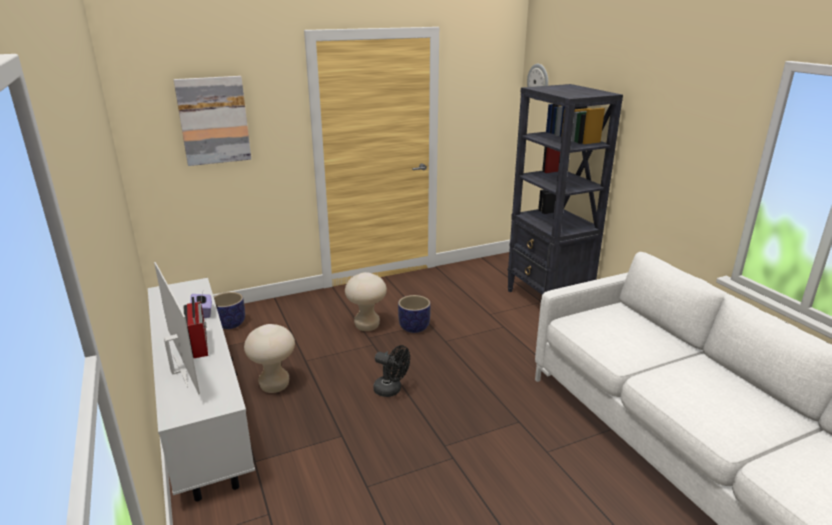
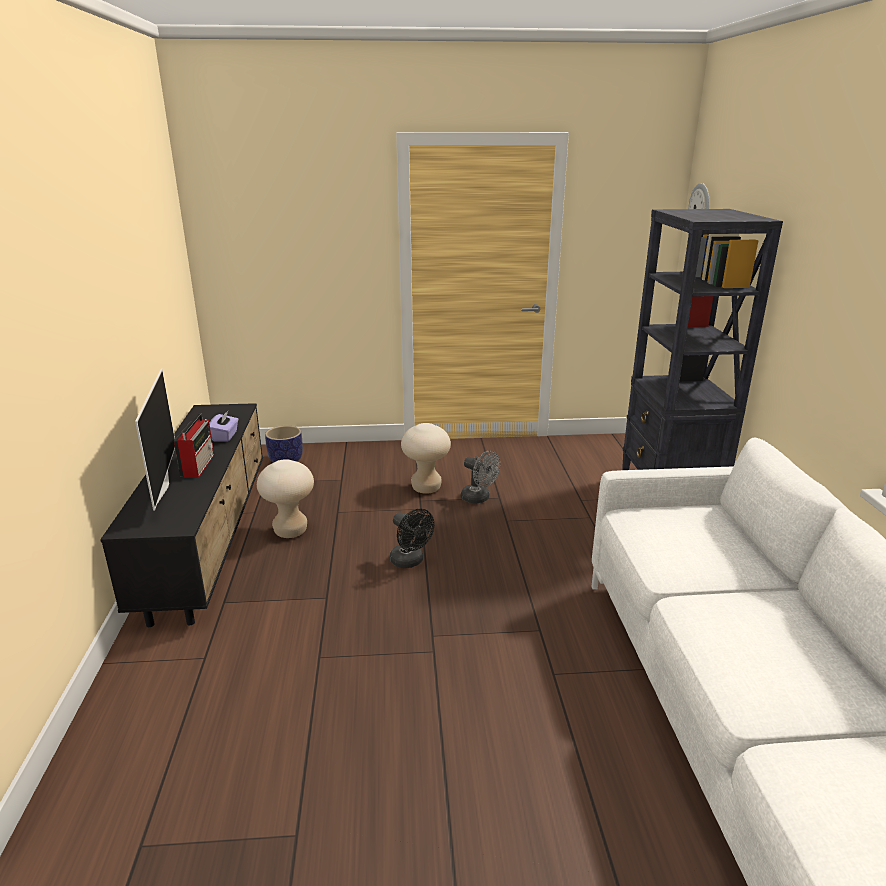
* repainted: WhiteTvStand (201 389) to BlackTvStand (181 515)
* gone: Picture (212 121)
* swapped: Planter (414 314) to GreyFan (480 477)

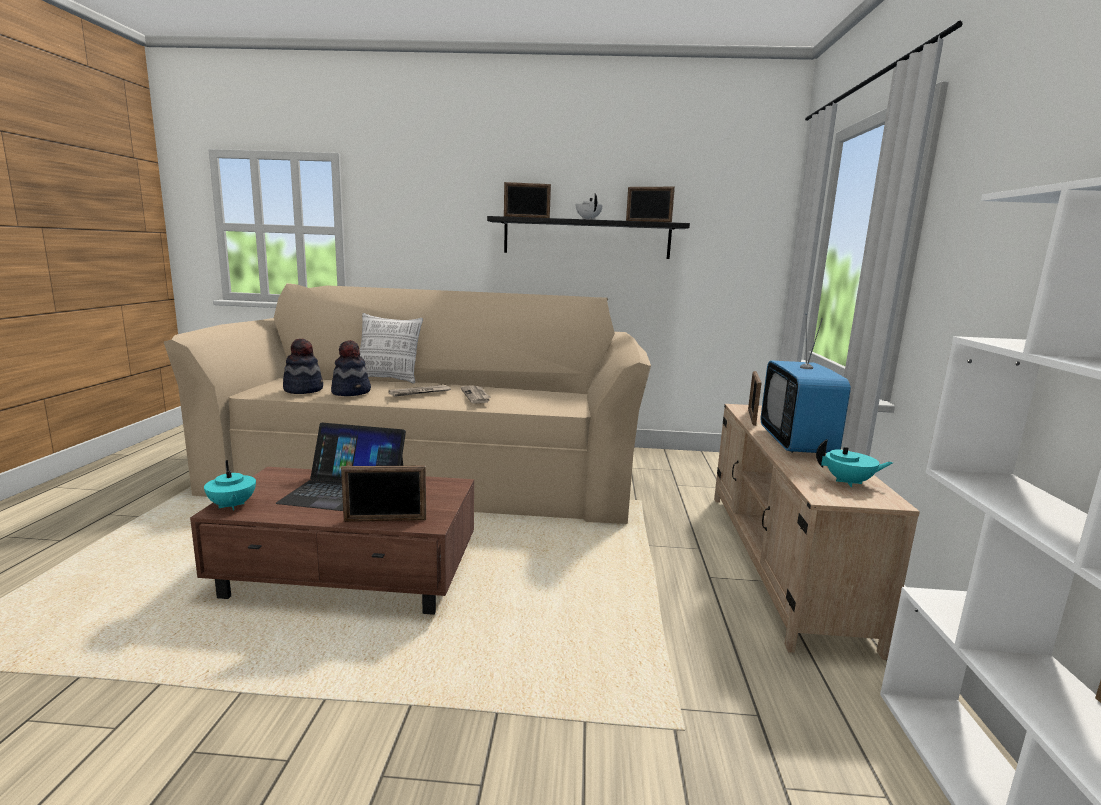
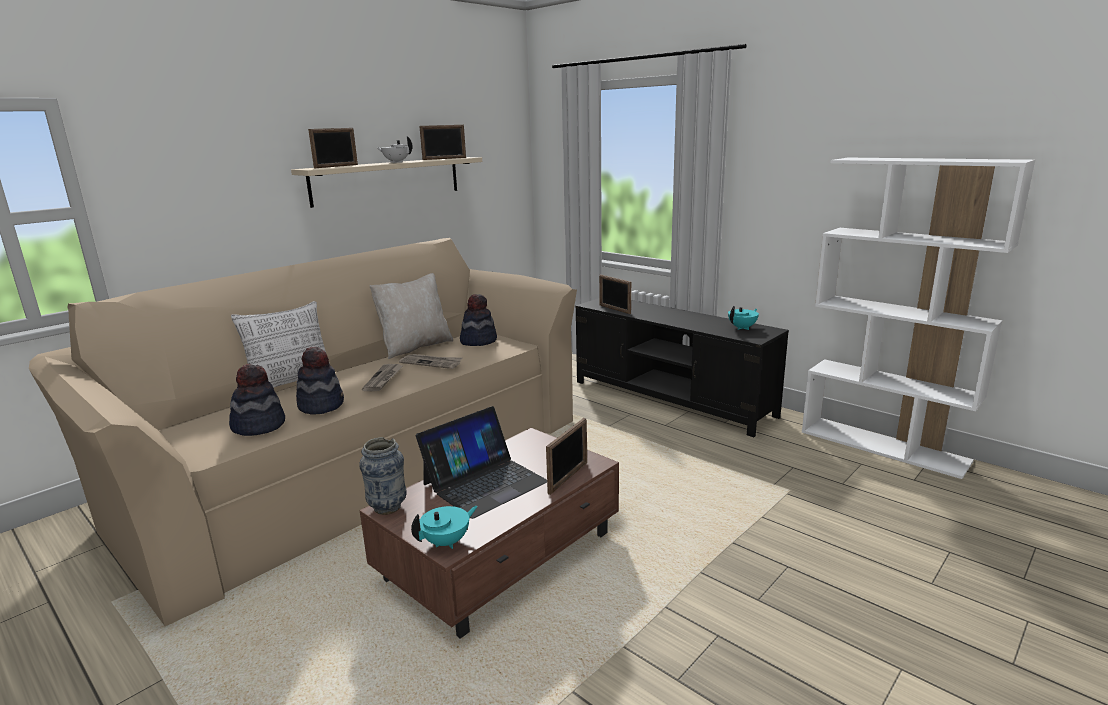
* rotated: TurquoiseTeapot (230 485) = (444 527) 45 degrees counterclockwise
* repainted: BlackShelf (588 237) to BeigeShelf (386 182)
* repainted: BeigeTvStand (817 532) to BlackTvStand (682 367)
* gone: Television (806 383)
* new: Vase (383 476)
* new: BeigePillow (411 316)
* new: Hat (478 320)

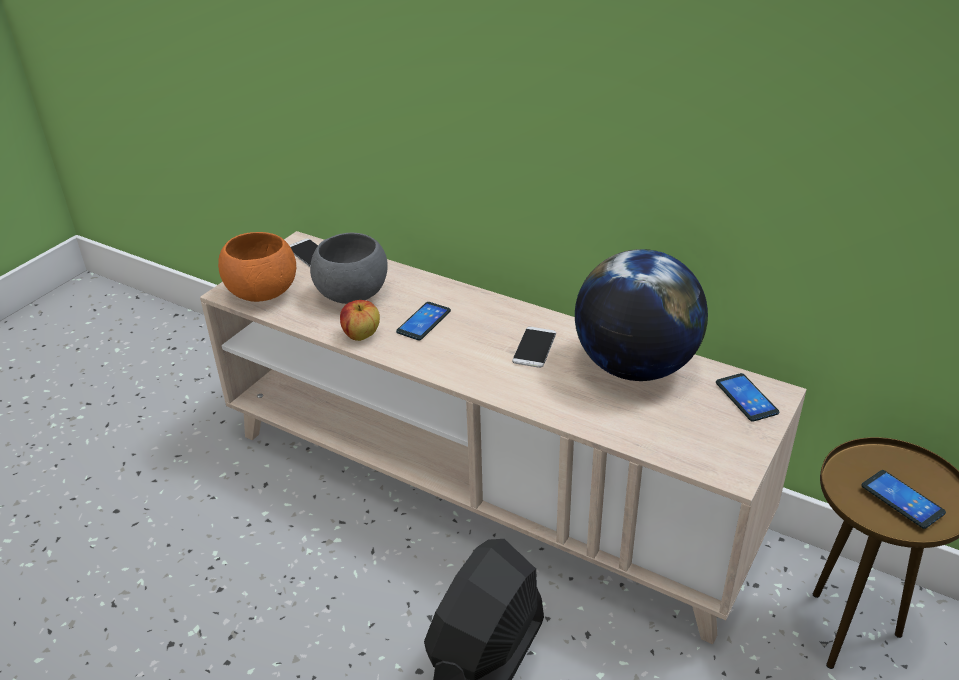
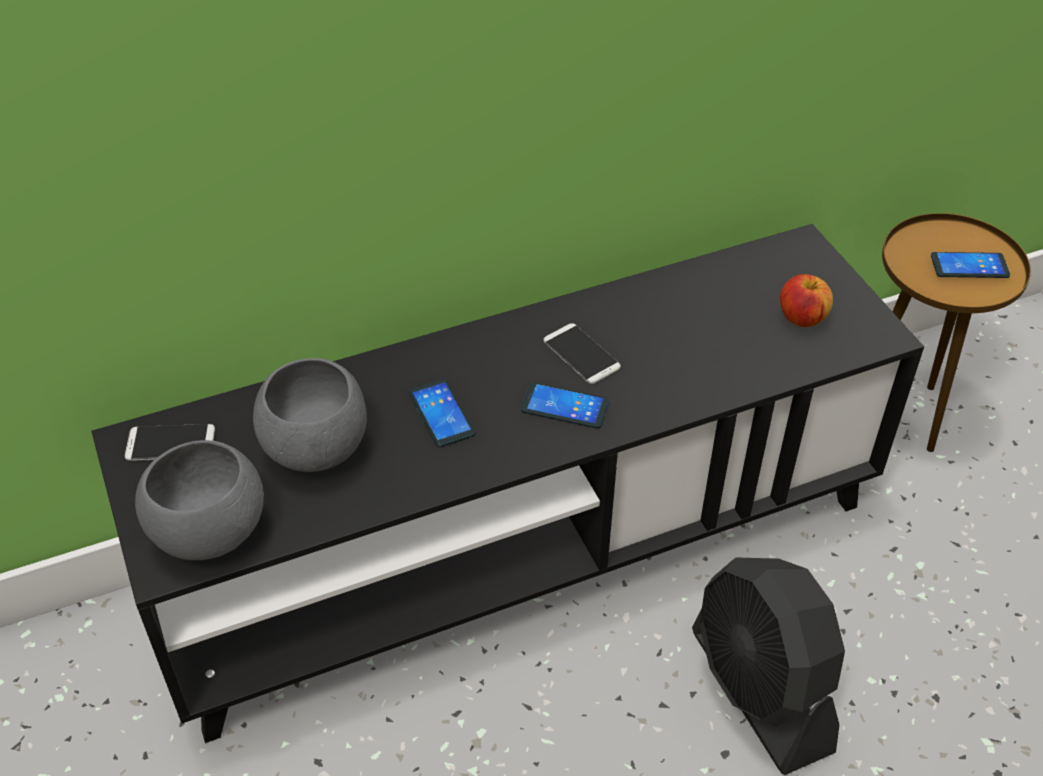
* repainted: BeigeTvStand (503 437) to BlackTvStand (507 483)
* repainted: OrangeBowl (257 267) to GreyBowl (199 500)
* shifted: Apple (360 320) to (806 300)
* gone: Globe (641 315)
* shifted: Phone (747 397) to (565 405)

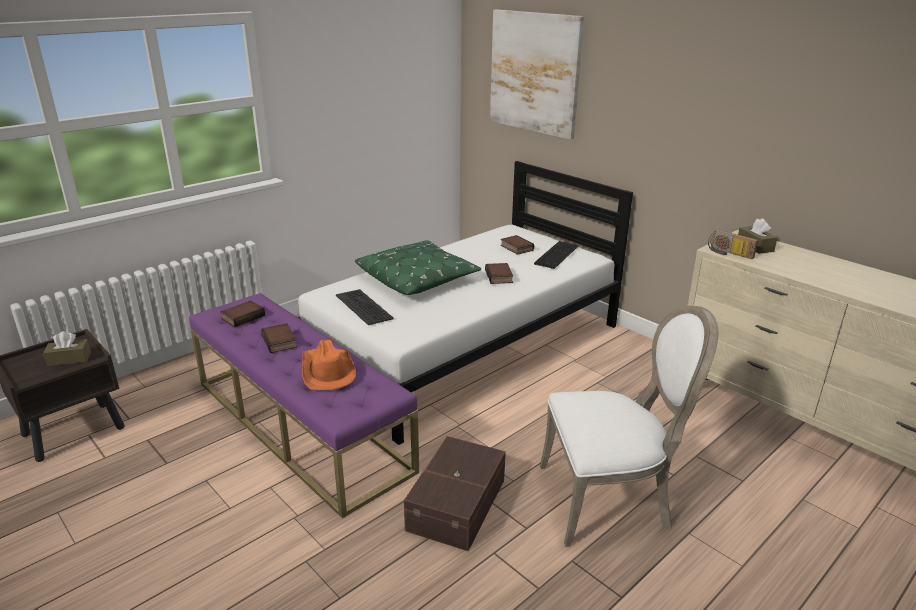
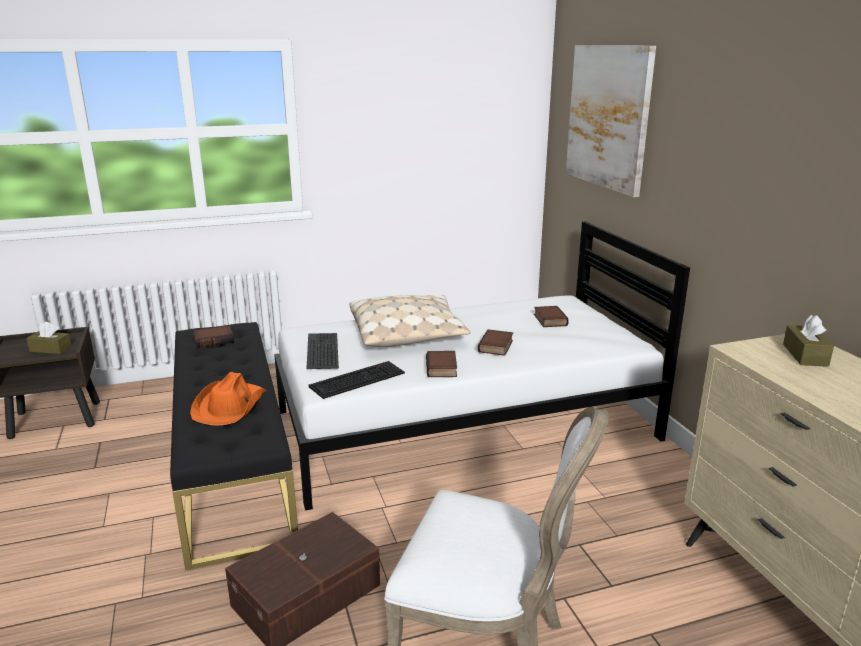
* repainted: PurpleBench (304 405) to BlackBench (234 446)
* shifted: Book (279 338) to (441 364)
* repainted: GreenPillow (418 267) to BeigePillow (410 321)
* shifted: Keyboard (556 255) to (356 380)
* gone: Radio (733 244)

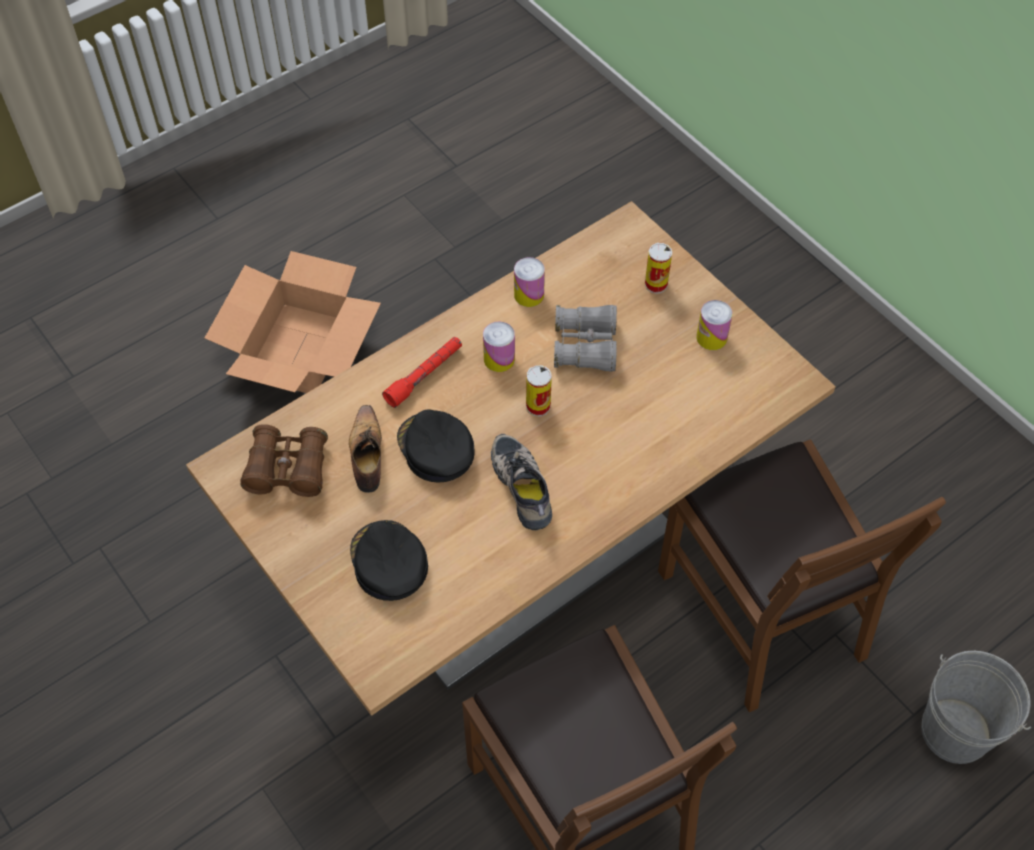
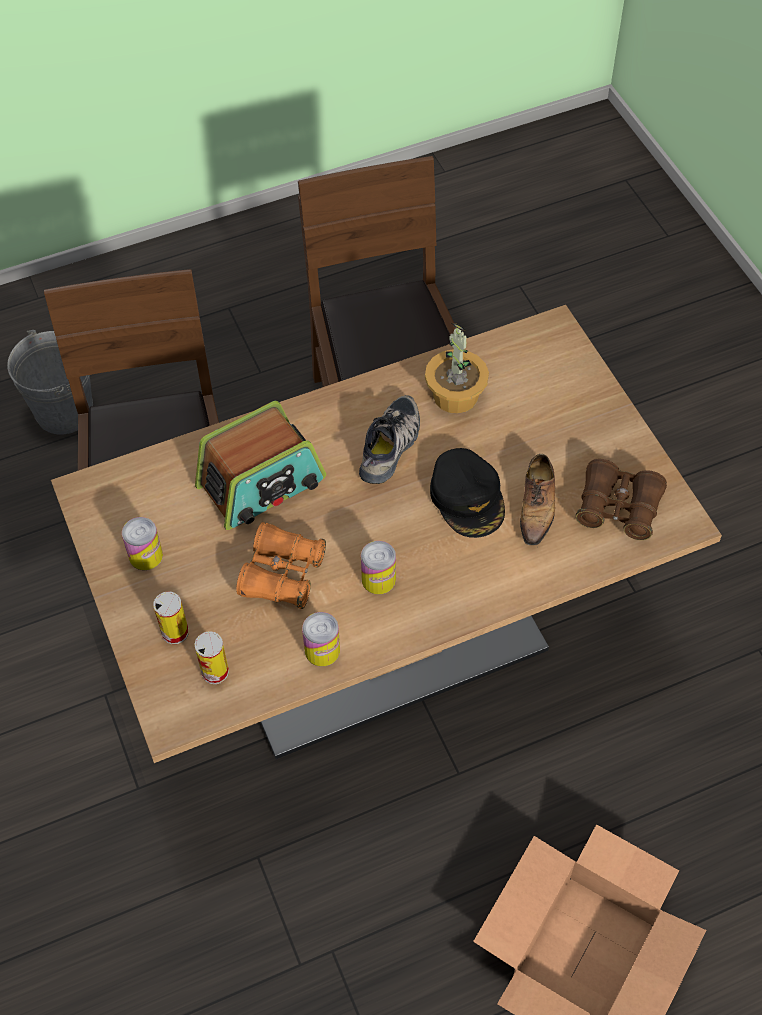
* gone: BlackCap (389 560)
* gone: RedFlashlight (422 372)
* rotated: Shoe (521 482) = (389 439) 150 degrees counterclockwise
* shifted: Can (539 391) to (211 657)
* repainted: GreyBinoculars (585 338) to OrangeBinoculars (281 565)
* new: Radio (260 465)
* new: PottedPlant (457 368)

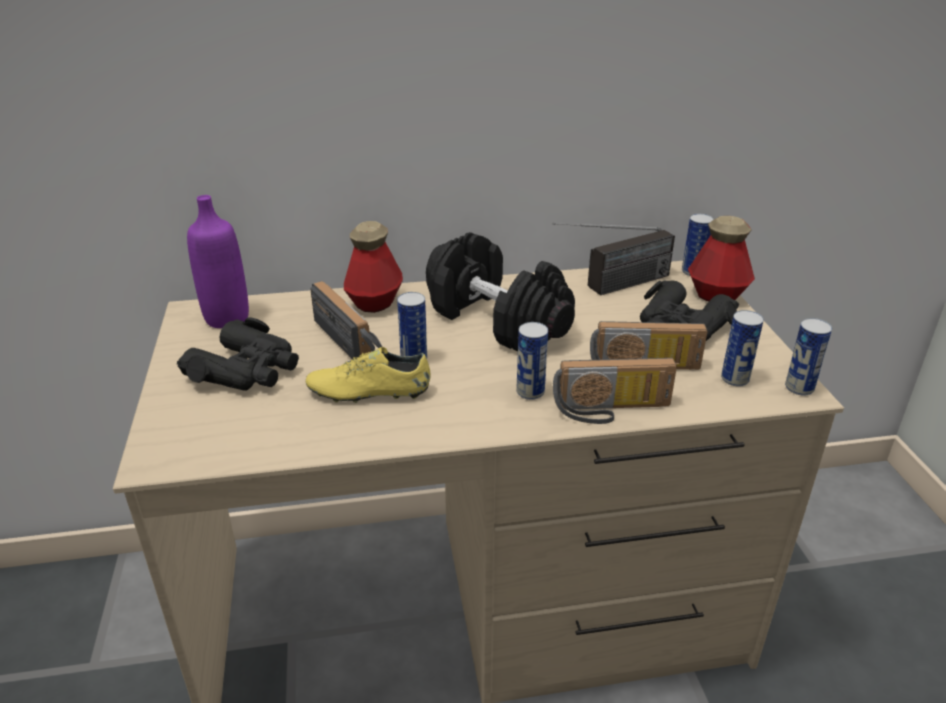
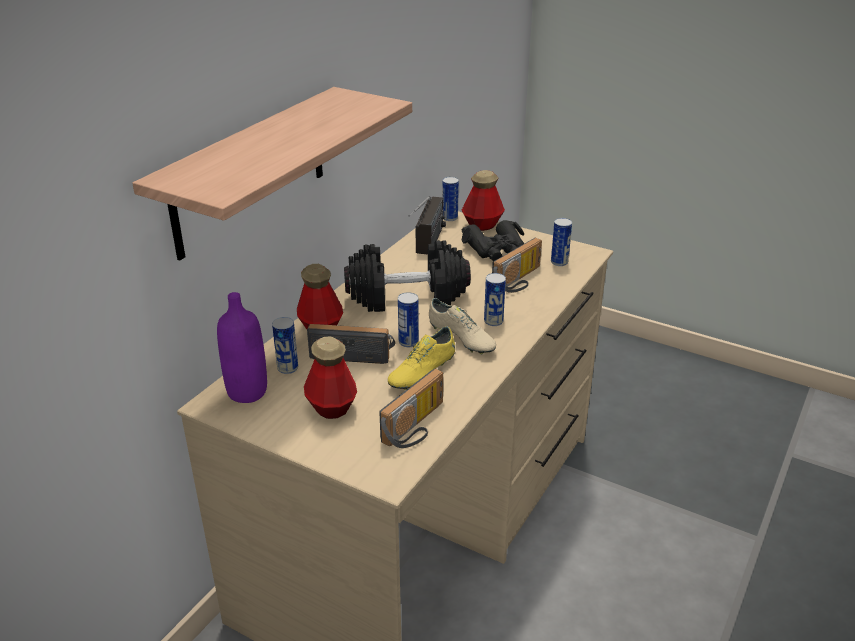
* swapped: BlackBinoculars (238 354) to Bottle (330 377)
* shifted: Radio (615 391) to (411 408)
* shifted: Can (808 356) to (285 345)
* new: Shelf (272 174)
* new: BeigeShoe (462 326)

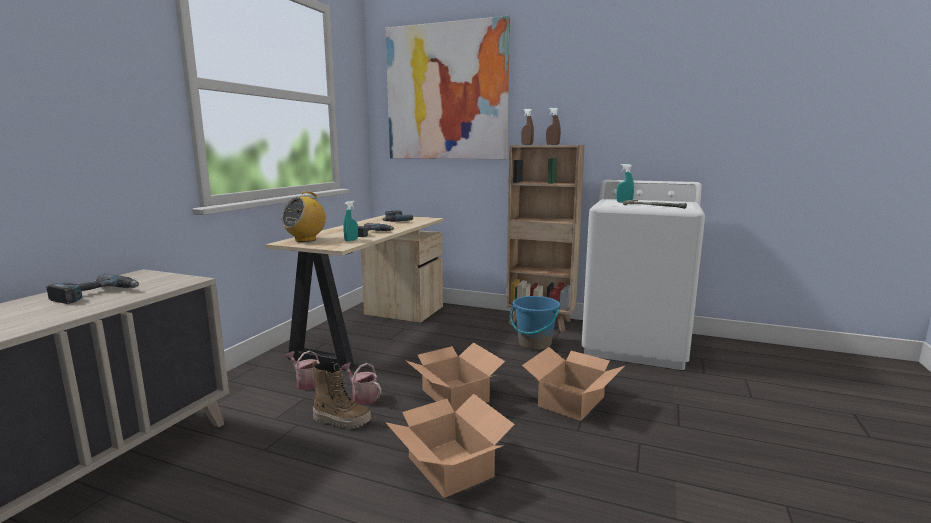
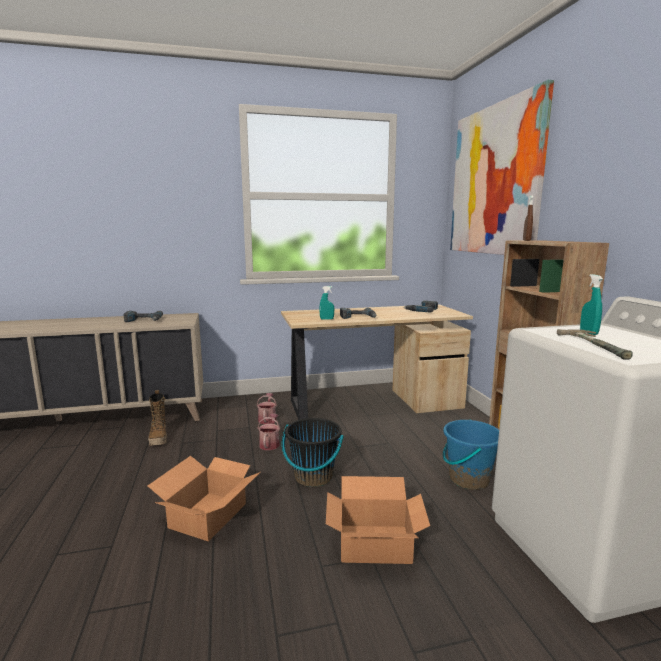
* gone: Radio (303 217)
* shifted: Boot (341 395) to (157 418)
* swapped: CardboardBox (455 377) to BlackBucket (313 452)
* gone: BrownSprayBottle (553 126)

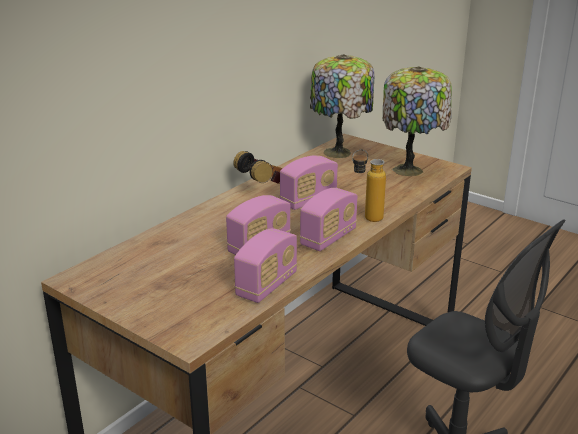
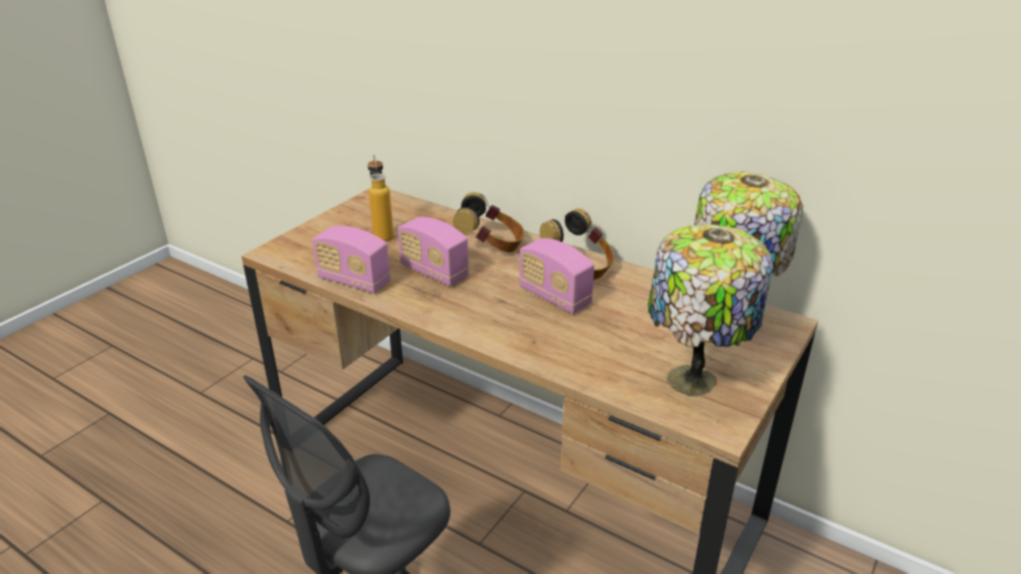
* gone: Radio (328 219)
* shifted: Bottle (369 185) to (381 198)
* new: Headphones (489 222)

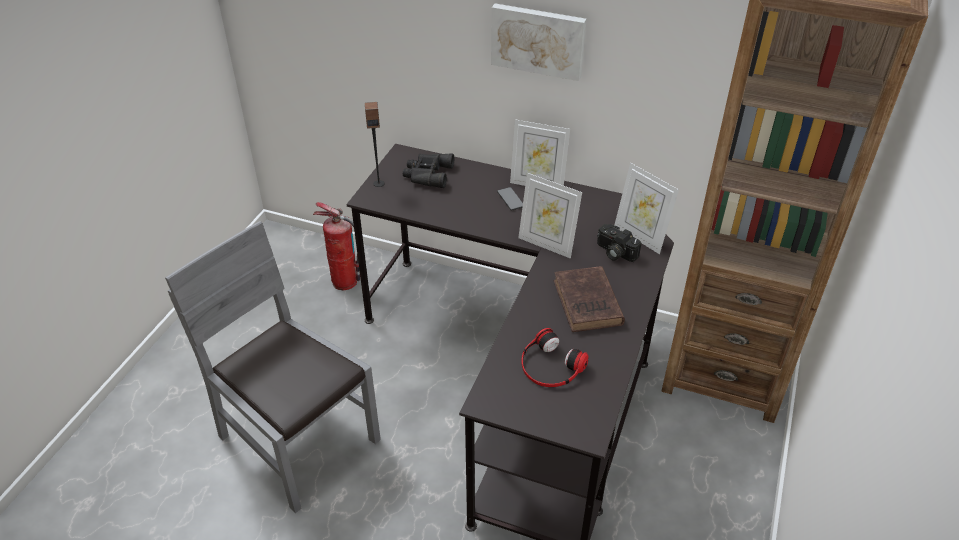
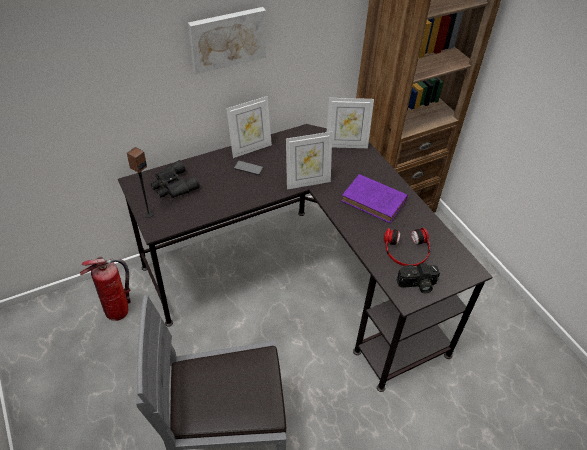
* repainted: BrownBook (589 299) to PurpleBook (374 198)
* shifted: PhotoCamera (619 243) to (418 278)

